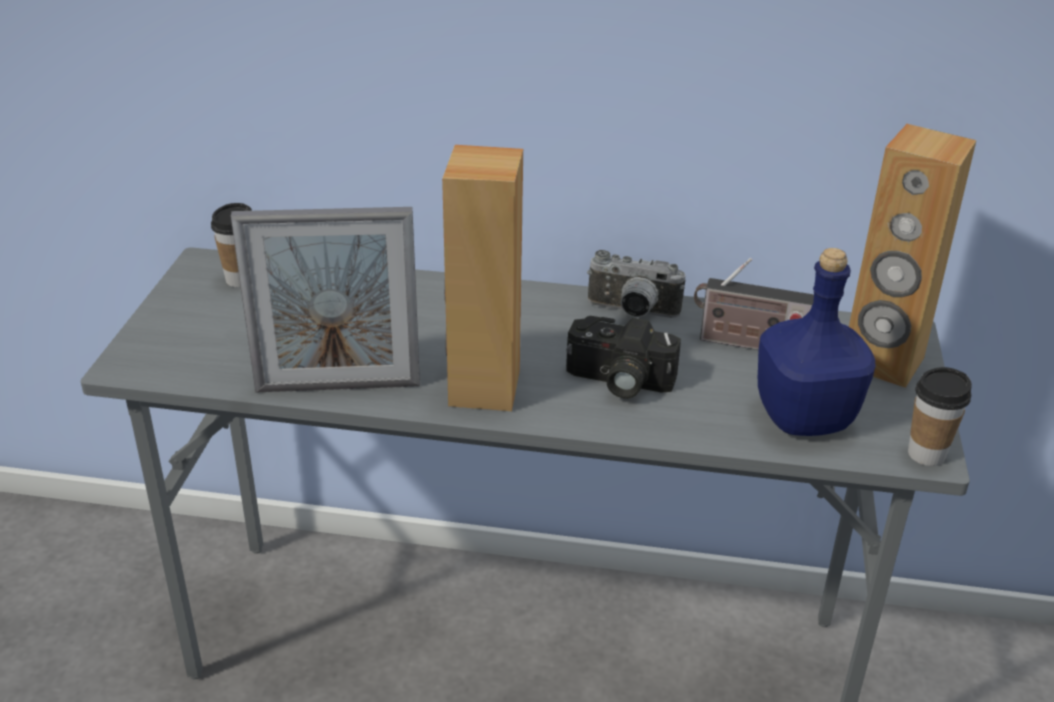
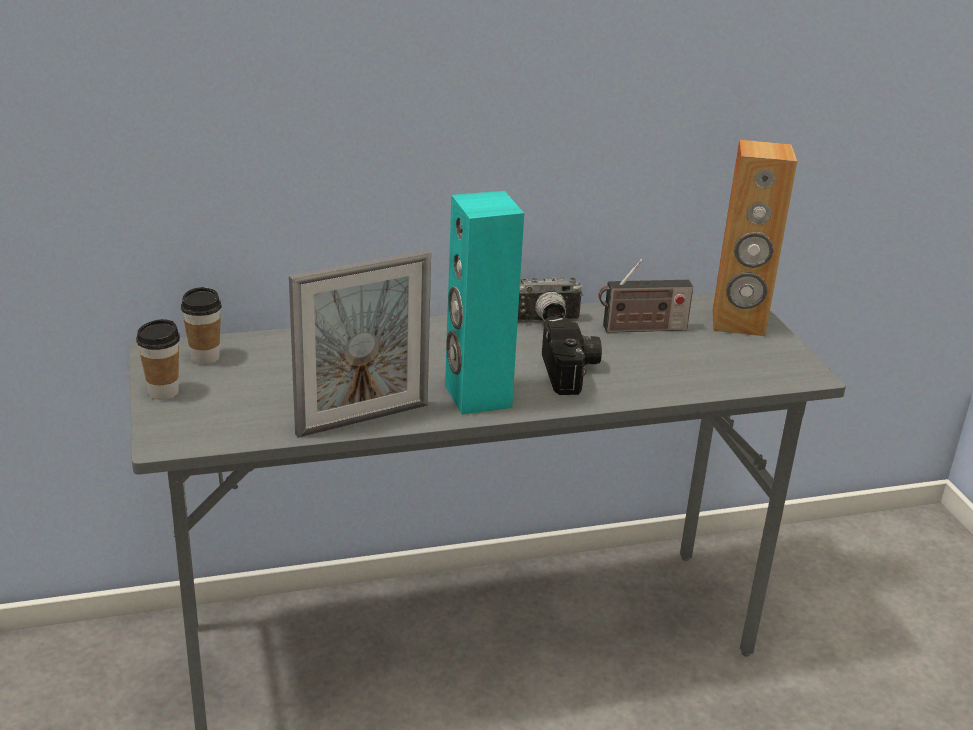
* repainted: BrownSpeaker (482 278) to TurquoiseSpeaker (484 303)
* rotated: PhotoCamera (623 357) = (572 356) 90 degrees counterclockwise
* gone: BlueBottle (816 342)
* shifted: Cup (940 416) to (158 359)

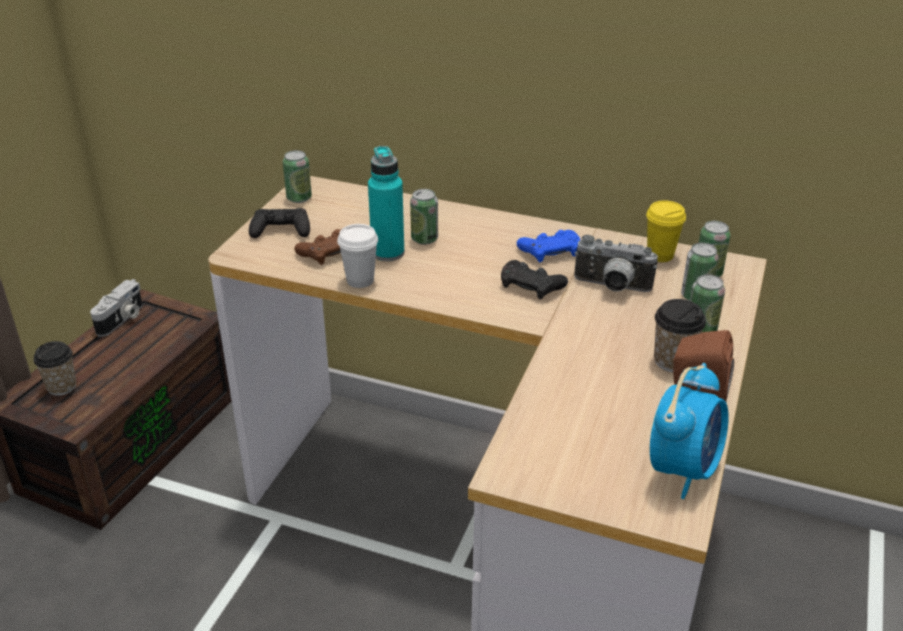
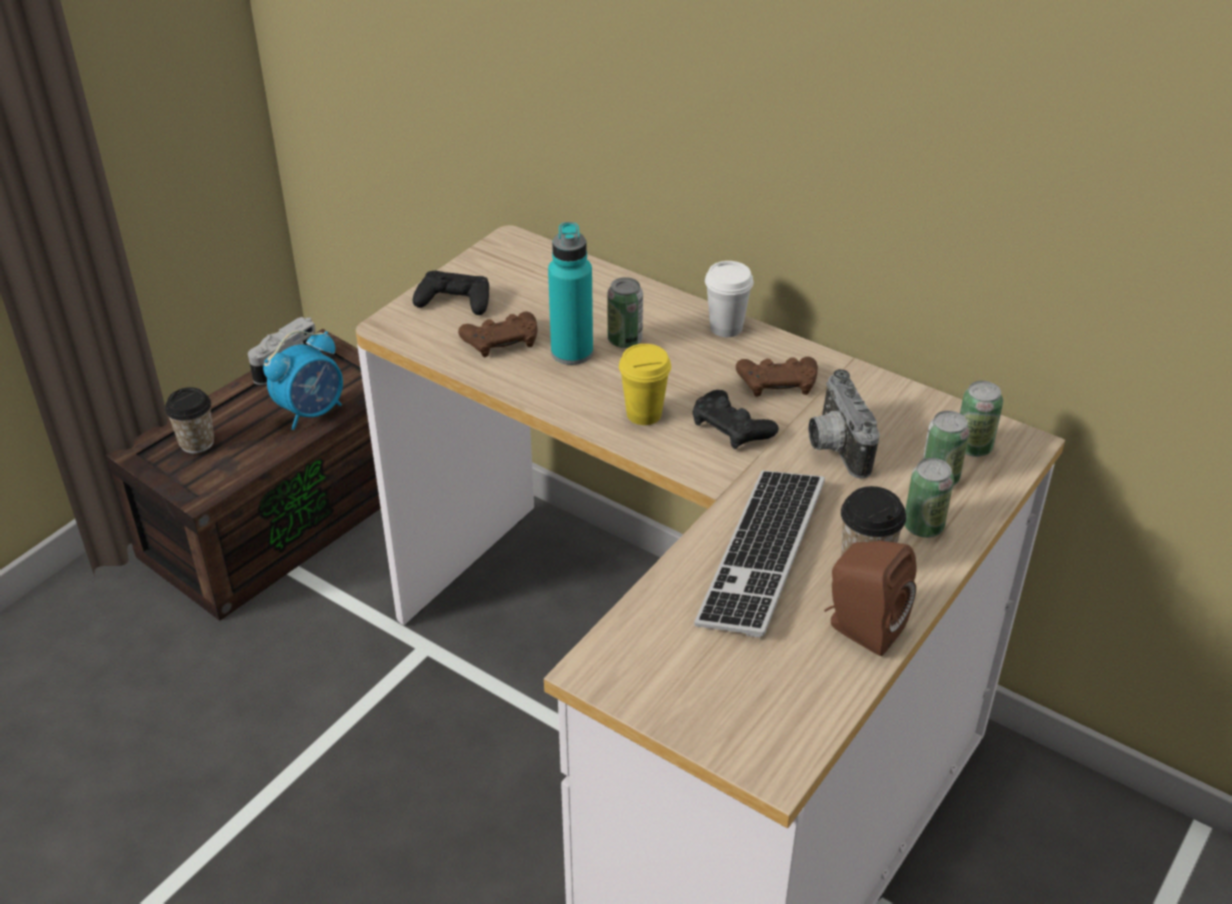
* gone: Can (297 176)
* shifted: WhiteCup (357 256) to (729 299)
* repainted: BlueGameController (548 246) to BrownGameController (777 377)
* rotated: PhotoCamera (616 263) = (844 424) 45 degrees clockwise
* shifted: YellowCup (666 231) to (645 384)
* shifted: AlarmClock (689 431) to (303 380)
* new: Keyboard (759 554)

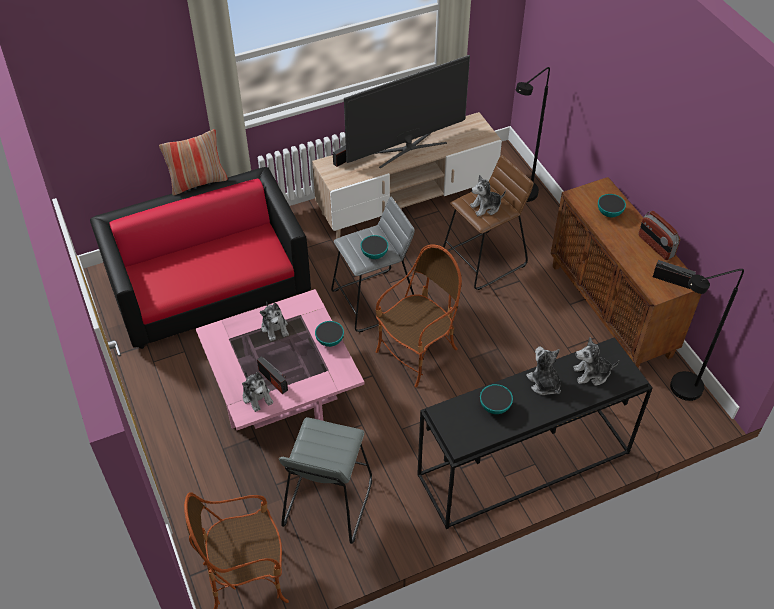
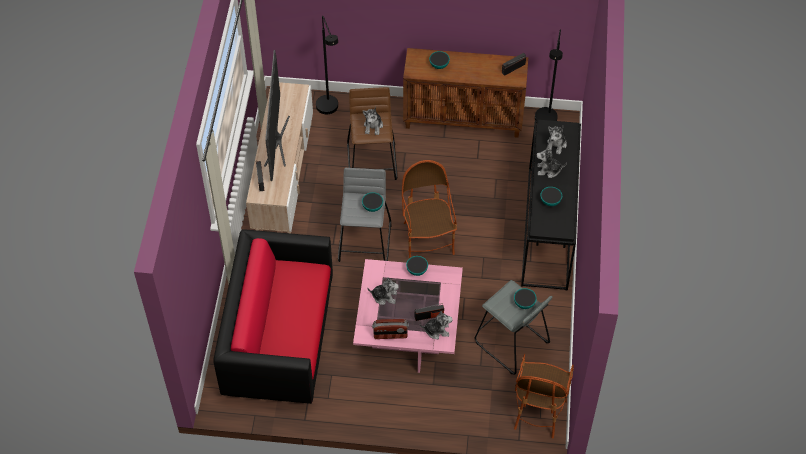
* gone: Pillow (193 162)
* shifted: Radio (659 235) to (390 329)
* new: Bowl (525 298)

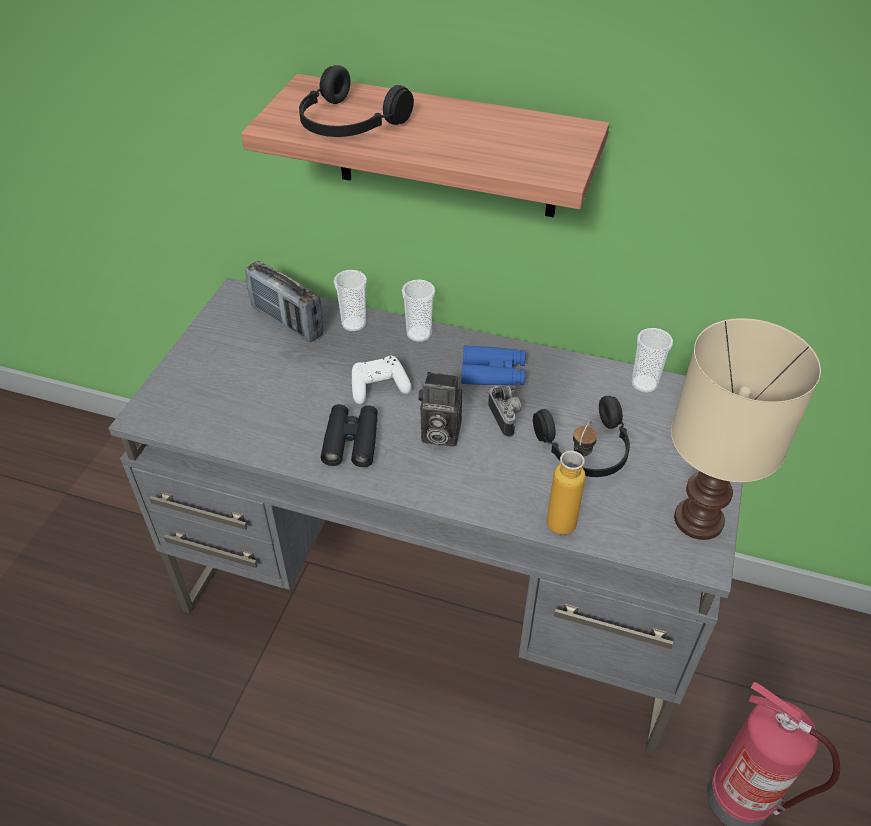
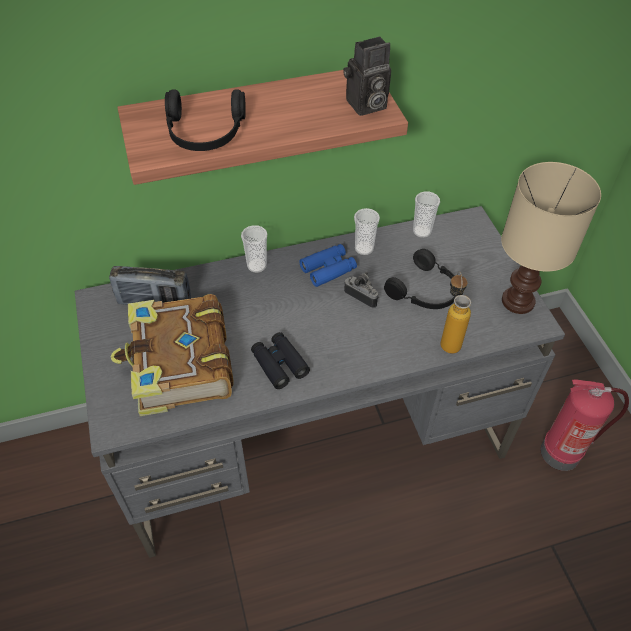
* shifted: Cup (350 301) to (367 231)
* gone: WhiteGameController (381 380)
* shifted: PhotoCamera (440 409) to (367 76)
* new: Book (172 355)

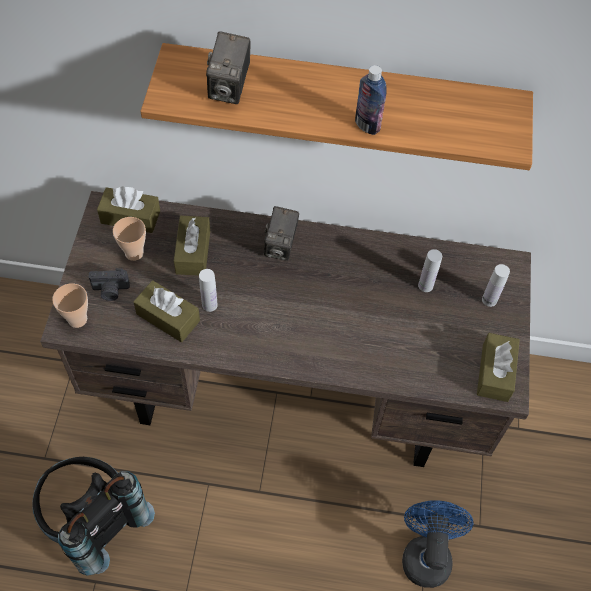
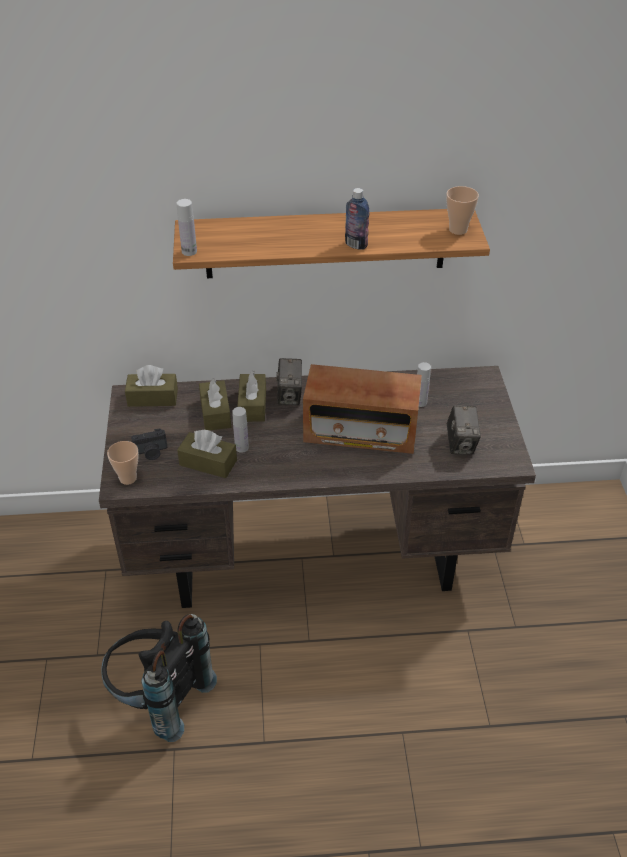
* shifted: Cup (129 239) to (462 210)
* shifted: PhotoCamera (228 67) to (463 430)
* gone: BlueFan (438 544)
* shifted: BrownTissueBox (498 367) to (252 396)
* shifted: WhiteBottle (496 285) to (187 227)
* new: Radio (362 409)

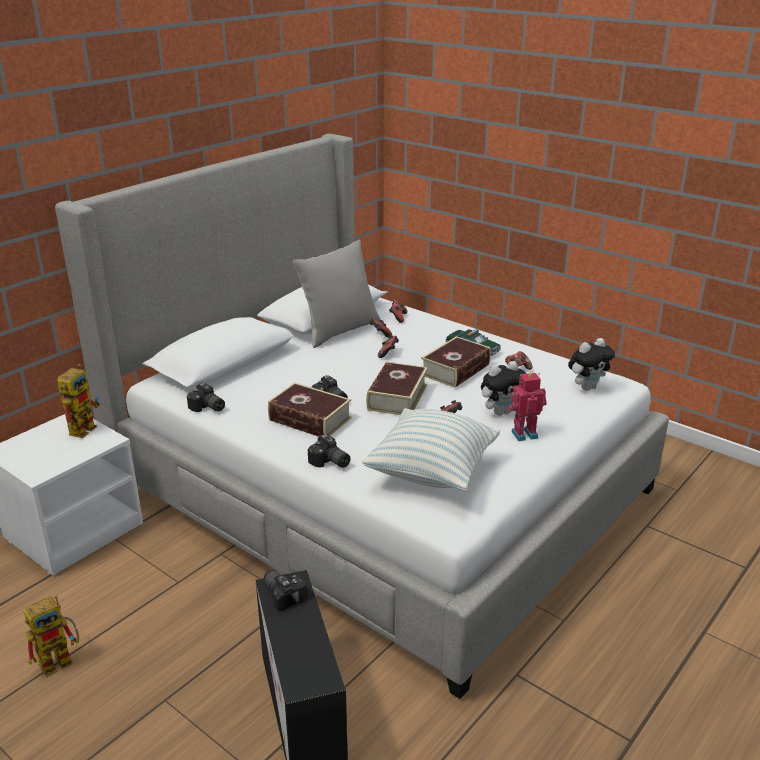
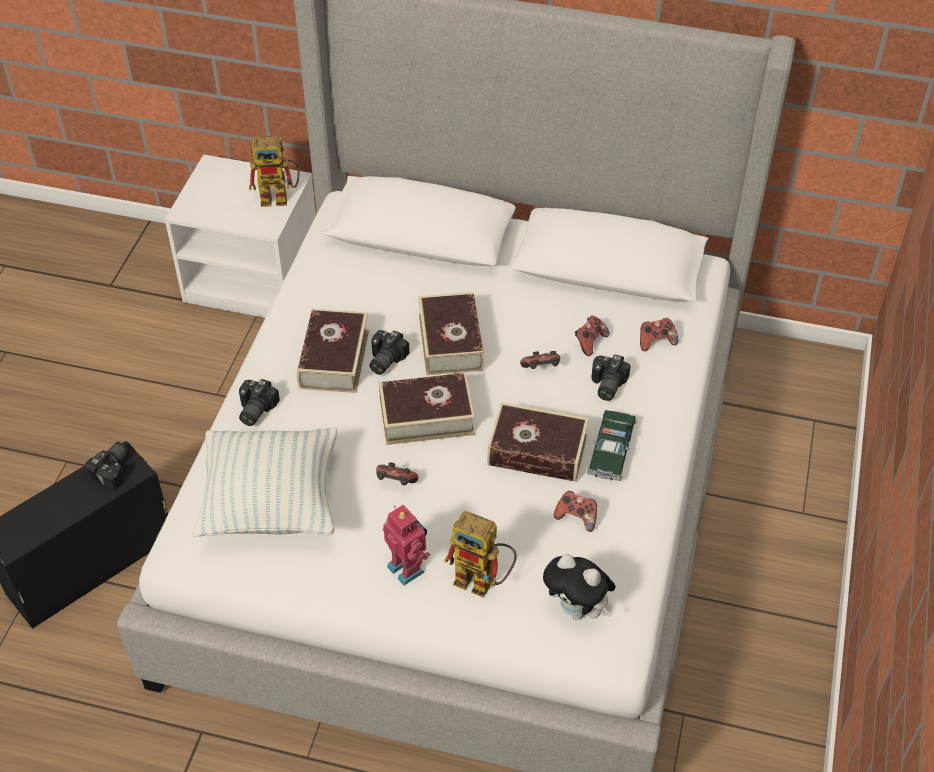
* shifted: ToyRobot (51 636) to (480 554)
* shifted: PhotoCamera (206 397) to (611 377)
* gone: GreyPillow (337 294)
* gone: PlushToy (503 388)
* new: Book (451 333)

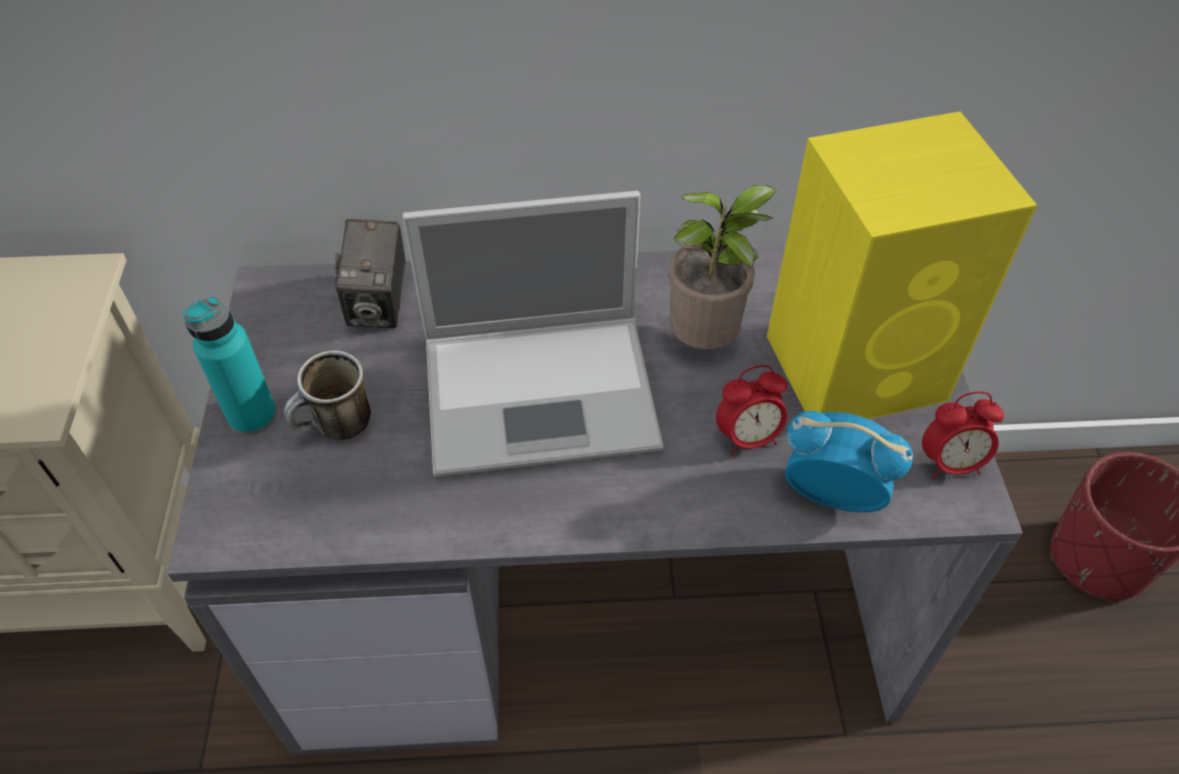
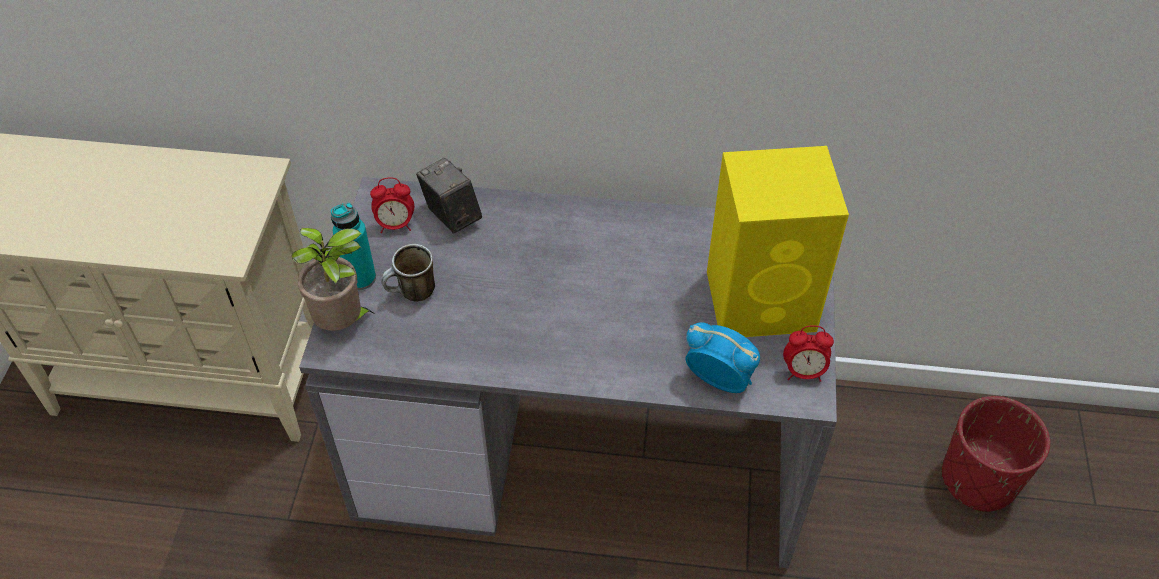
* rotated: PhotoCamera (370 273) = (449 195) 135 degrees clockwise
* gone: Laptop (533 334)
* shifted: PottedPlant (722 267) to (332 279)
* shifted: AlarmClock (751 410) to (392 205)

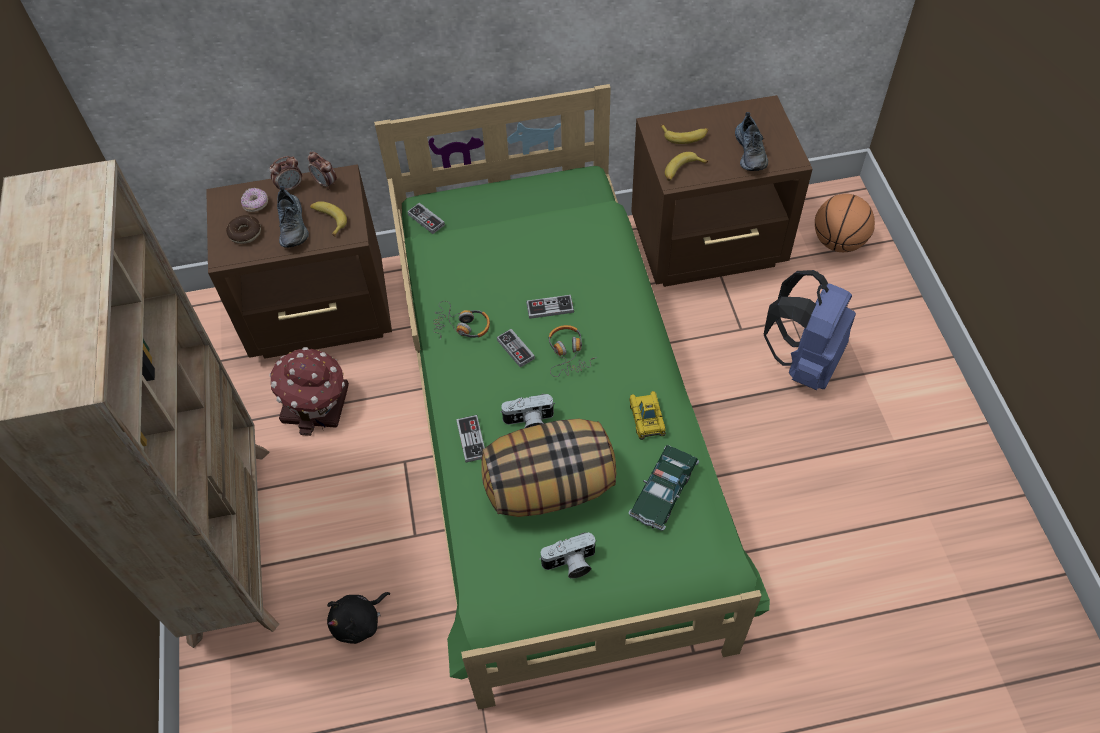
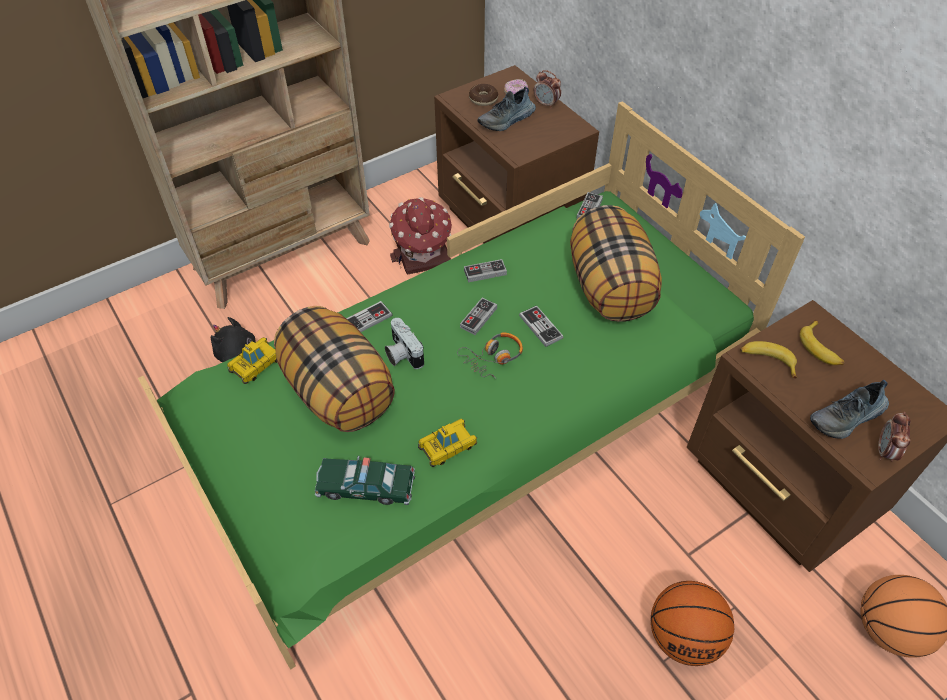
* shifted: AlarmClock (322 171) to (894 437)
* gone: Banana (328 219)
* swapped: Headphones (461 320) to GameController (485 270)
* gone: PhotoCamera (568 555)
* swapped: BlueBackpack (810 330) to Basketball (692 623)
* new: ToyCar (252 360)
* new: Pillow (616 263)

